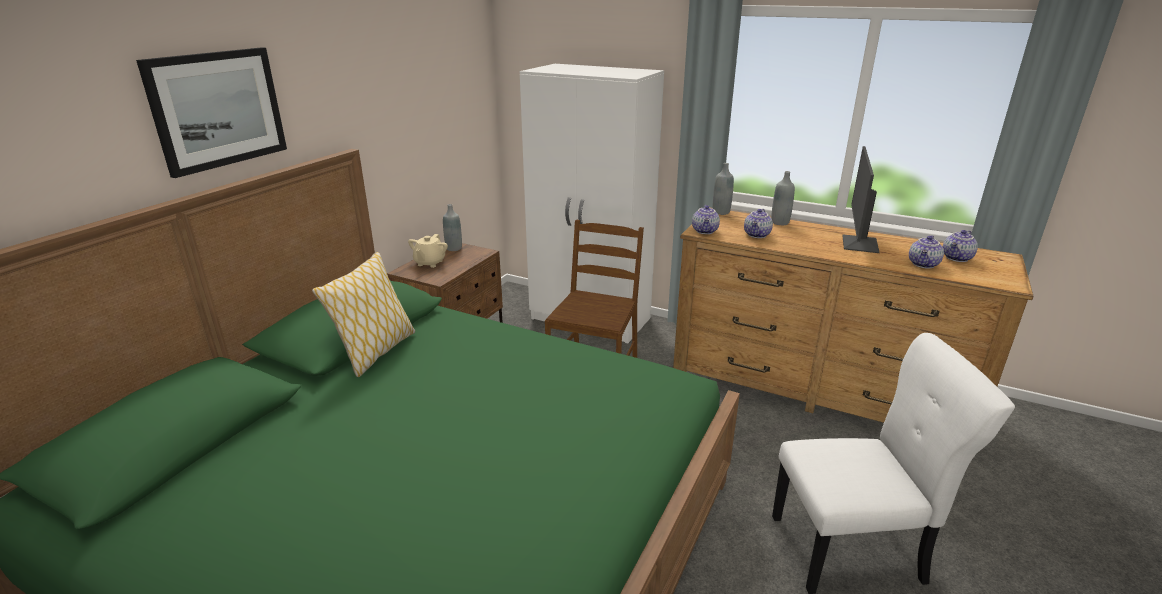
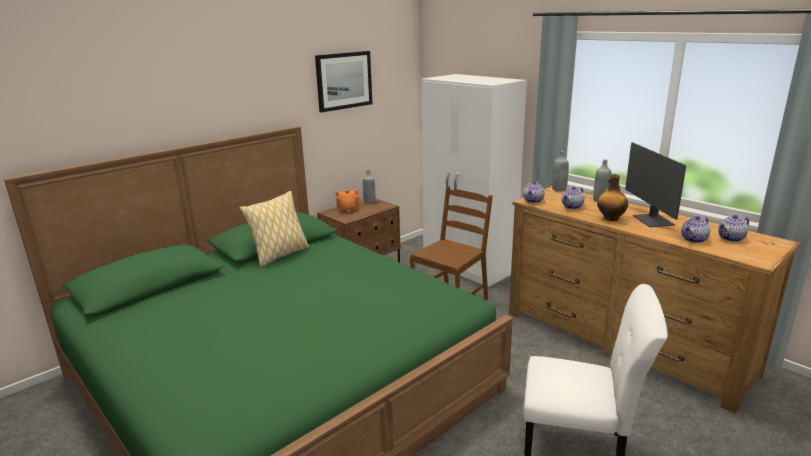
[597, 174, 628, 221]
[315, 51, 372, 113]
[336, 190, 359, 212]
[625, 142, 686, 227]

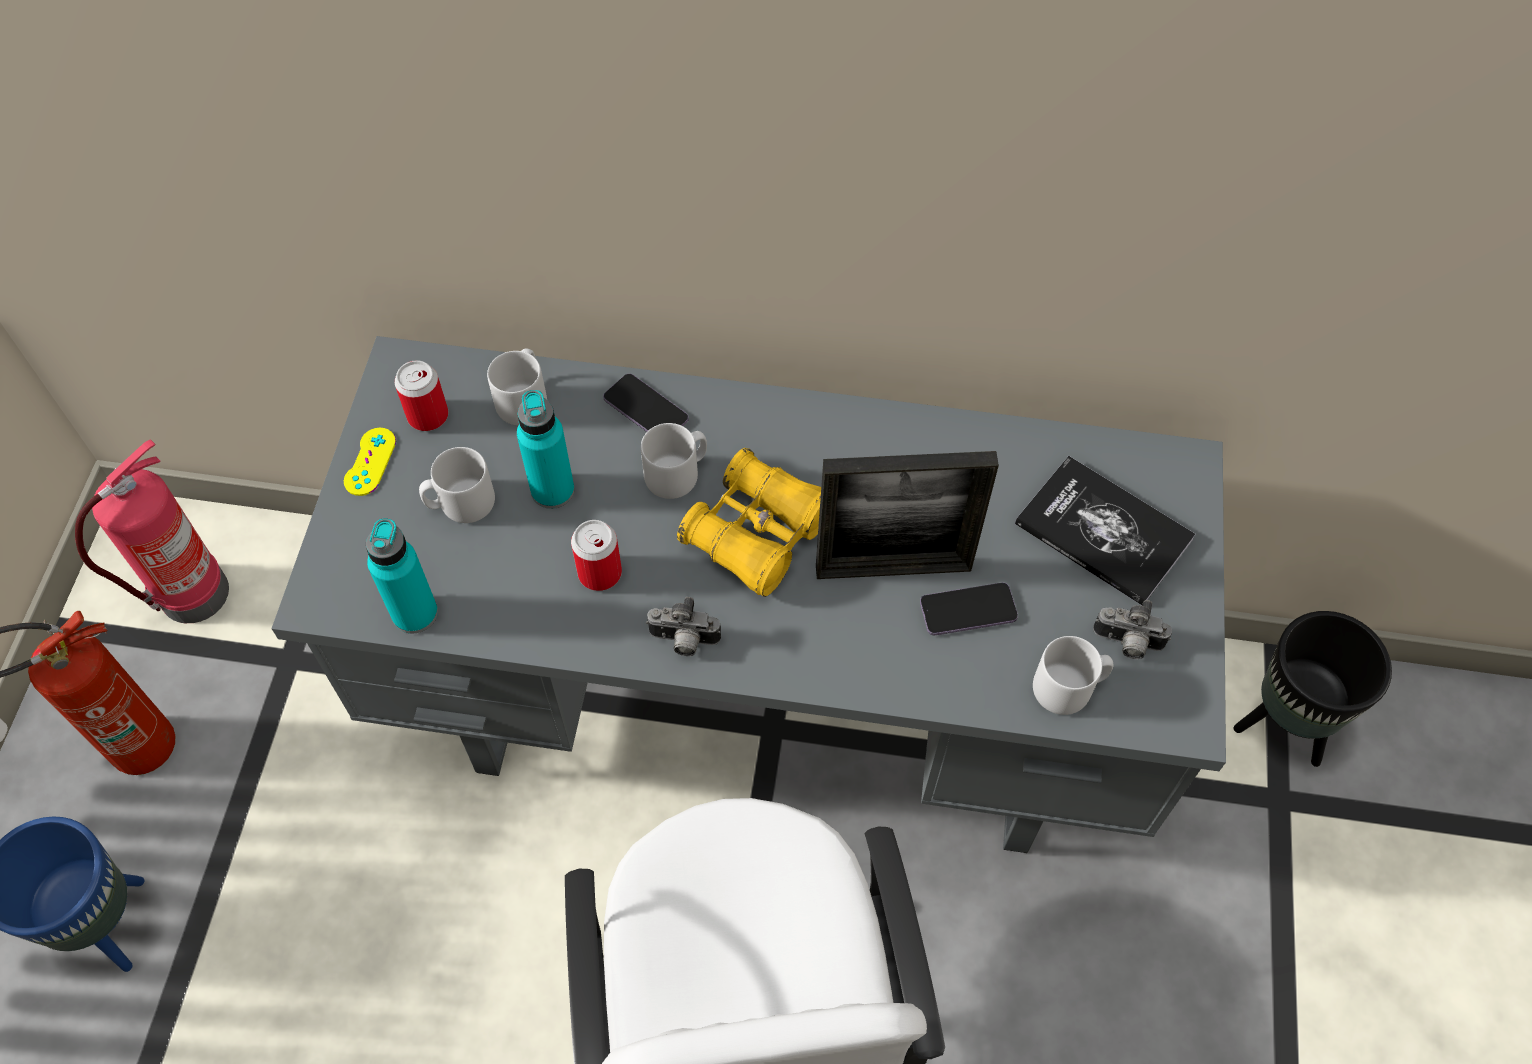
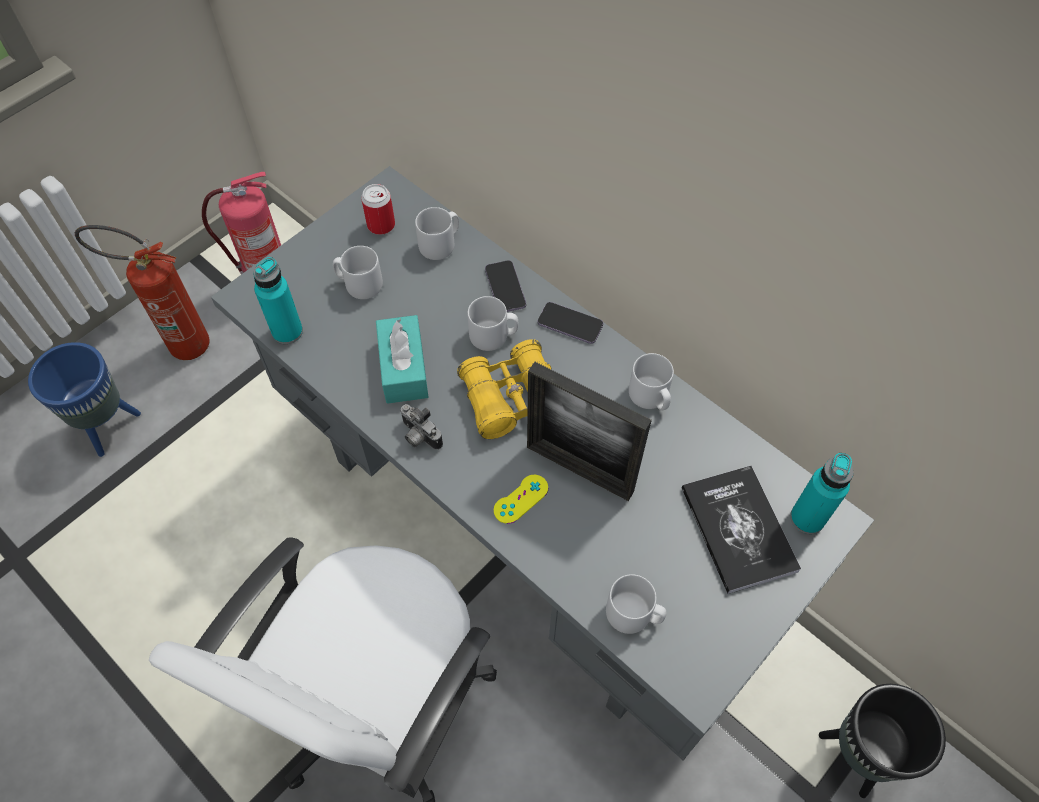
[1093, 600, 1172, 659] (first image)
[629, 353, 674, 411]
[494, 475, 549, 524]
[790, 453, 853, 534]
[538, 302, 603, 344]
[376, 315, 428, 404]

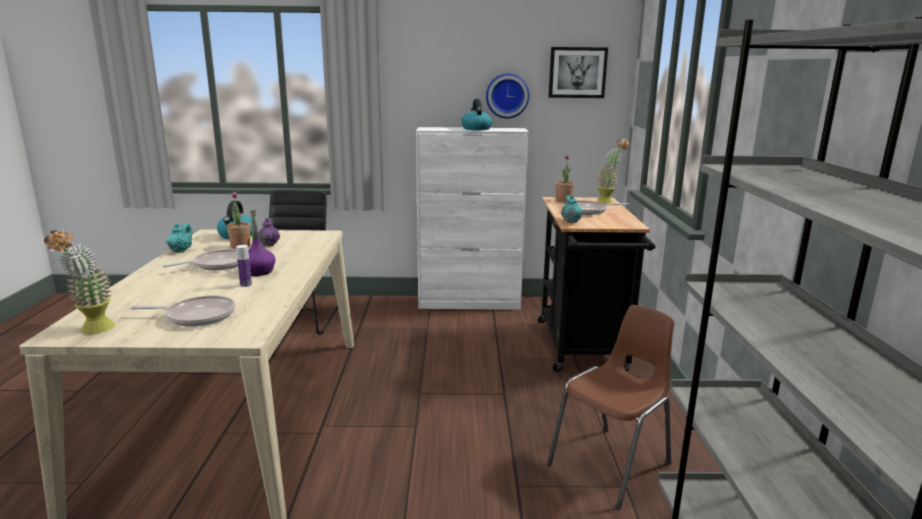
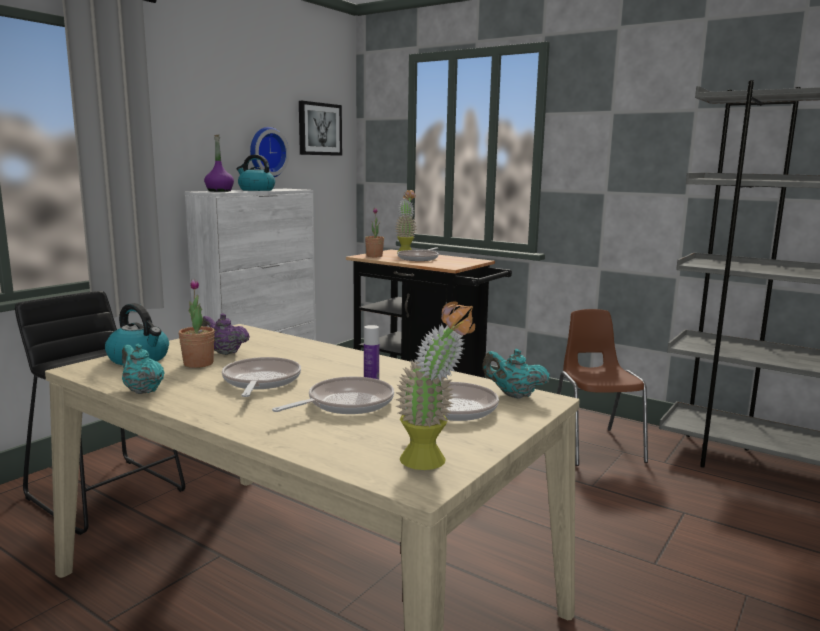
[272, 377, 394, 414]
[204, 135, 234, 192]
[482, 349, 550, 399]

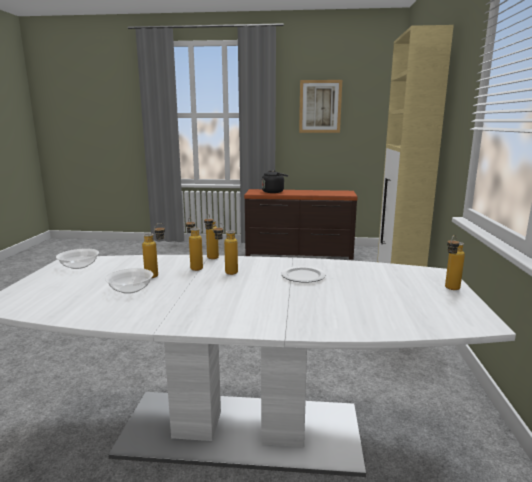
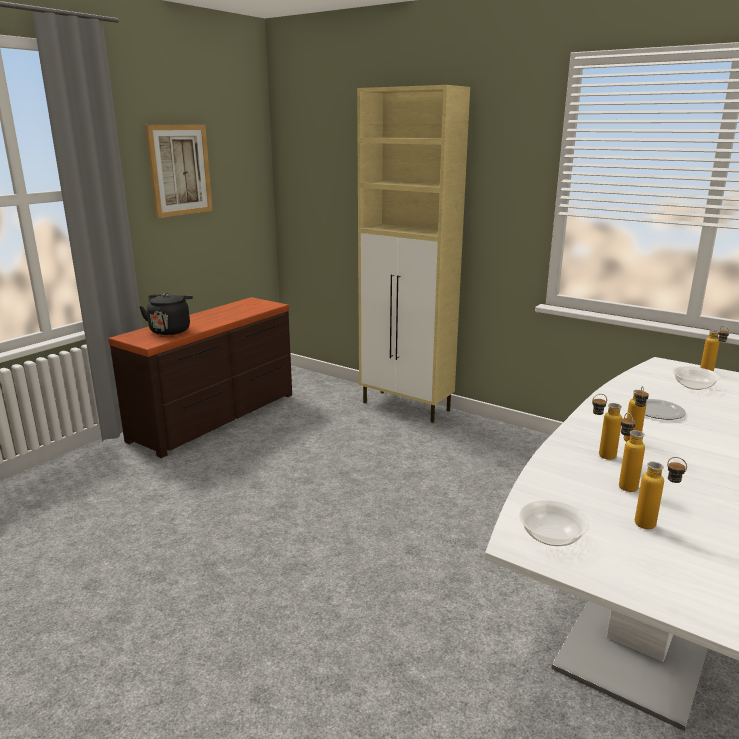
[673, 366, 720, 390]
[635, 457, 687, 529]

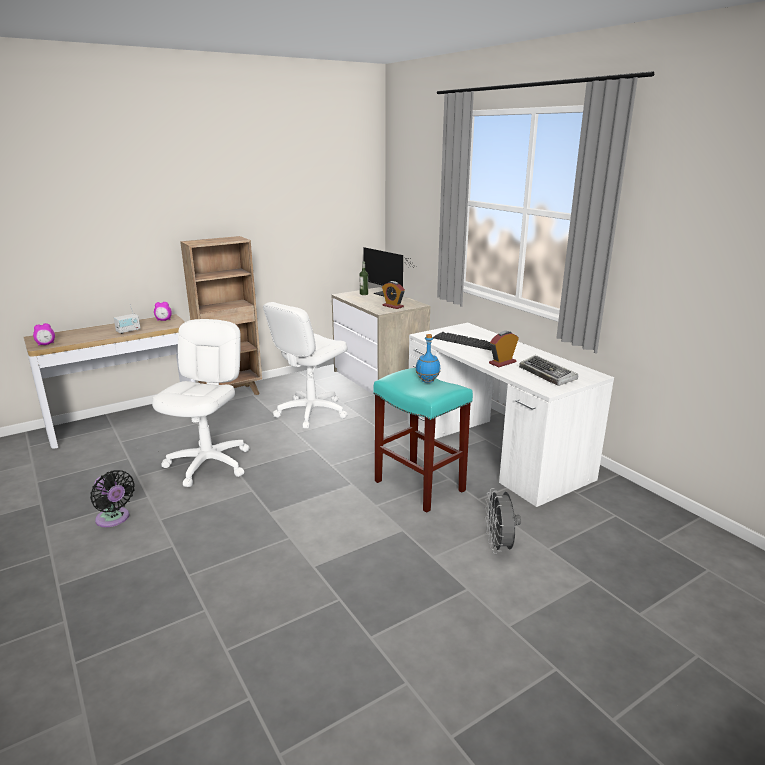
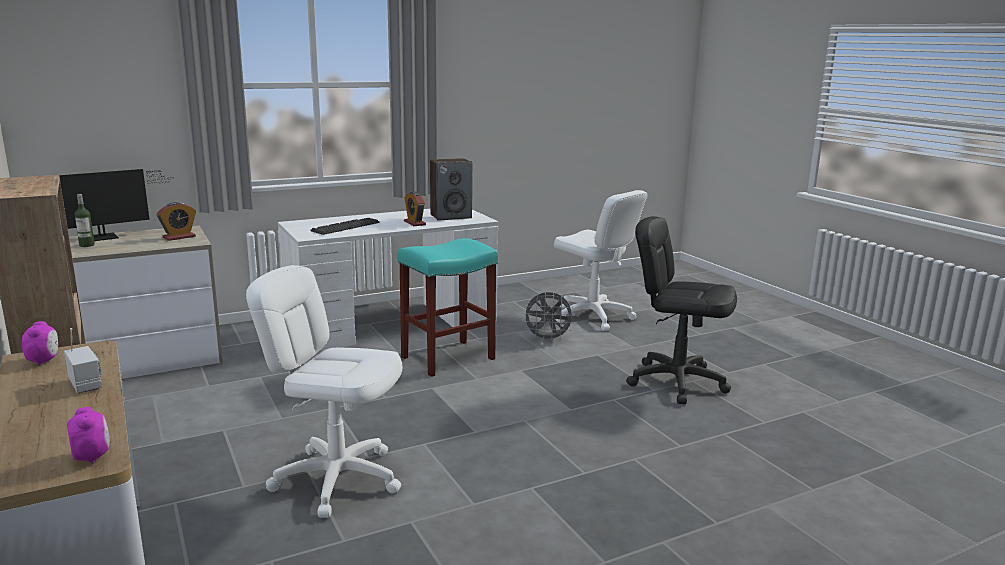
[90, 470, 135, 527] (first image)
[416, 334, 440, 383] (first image)
[626, 216, 737, 404]
[554, 190, 648, 331]
[430, 158, 472, 221]

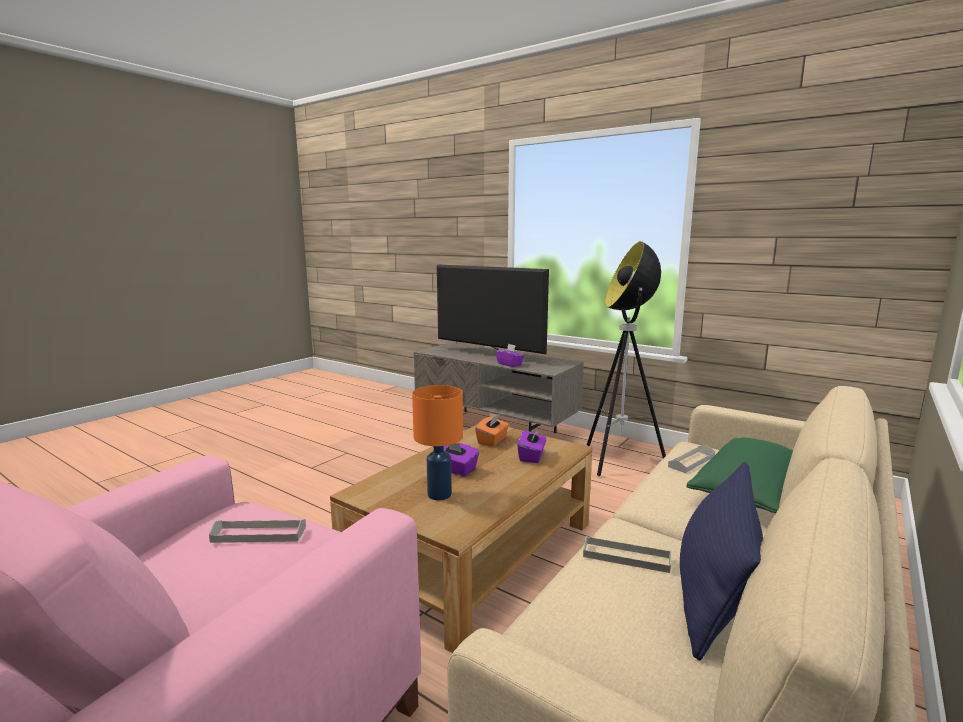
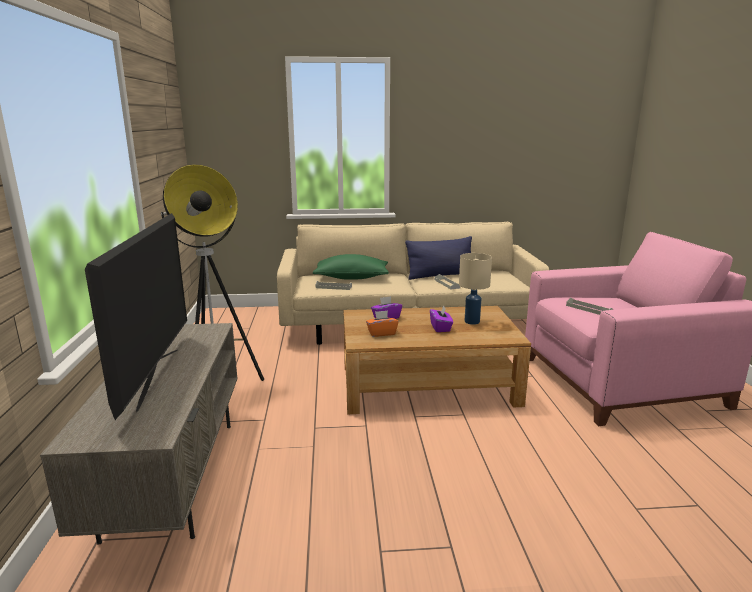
[496, 344, 524, 367] (first image)
[459, 253, 492, 325]

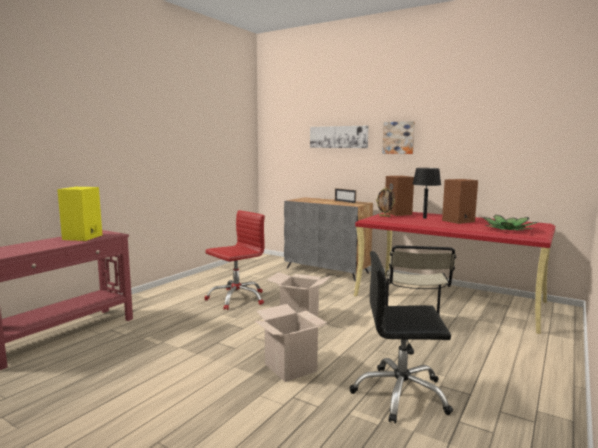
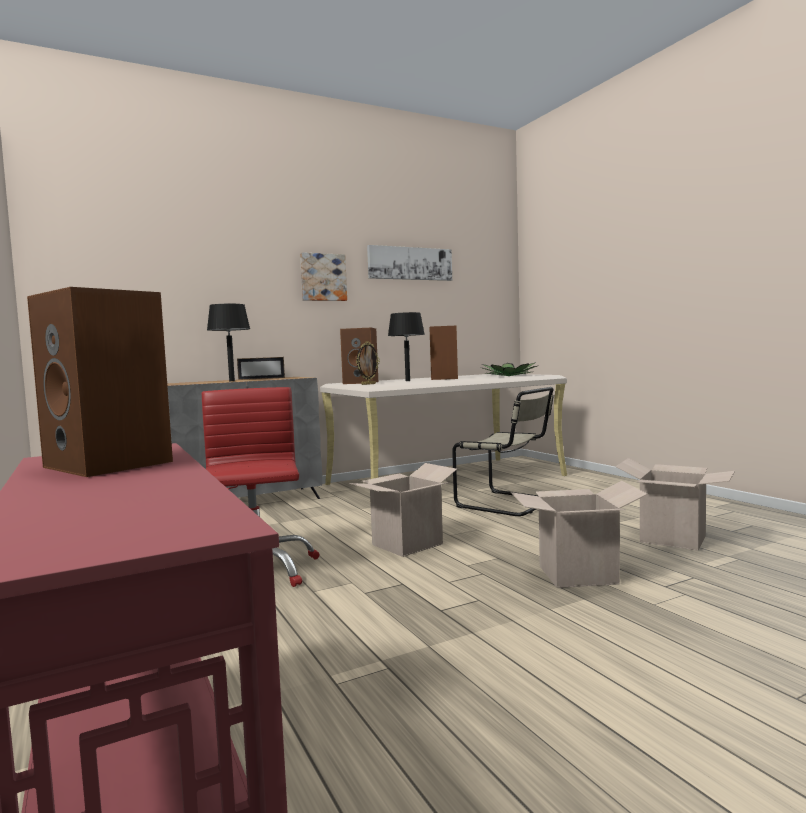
[207, 304, 250, 381]
[367, 245, 452, 281]
[615, 458, 735, 551]
[27, 287, 173, 477]
[320, 374, 567, 485]

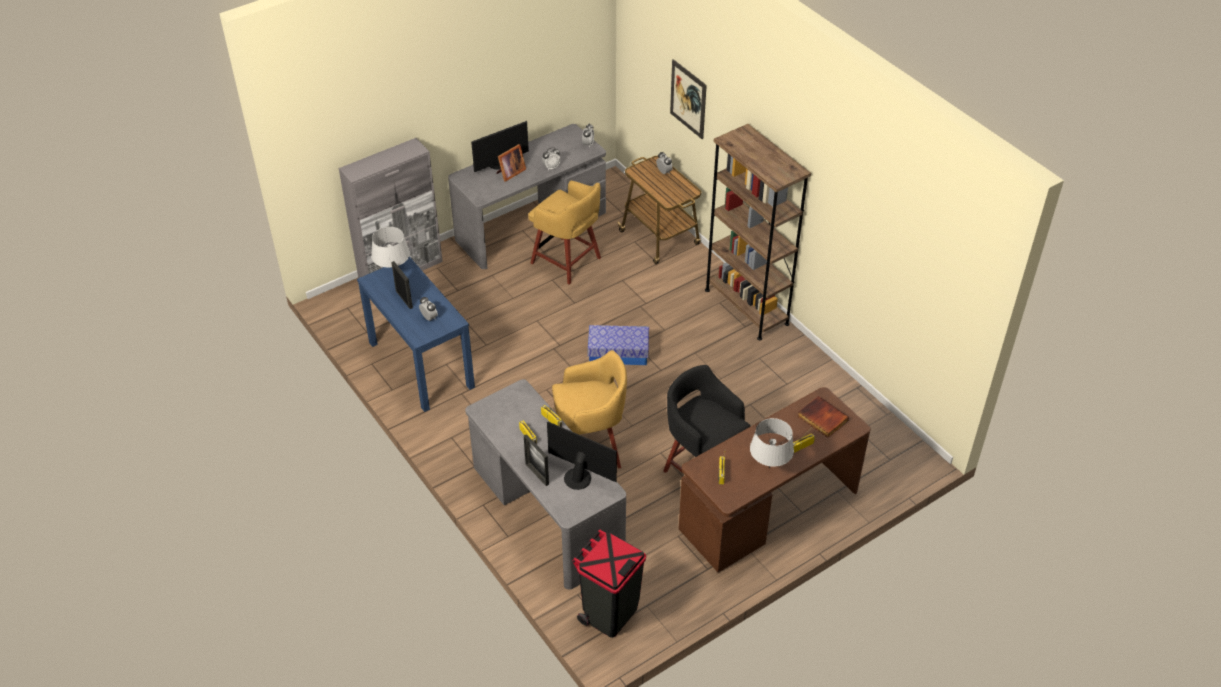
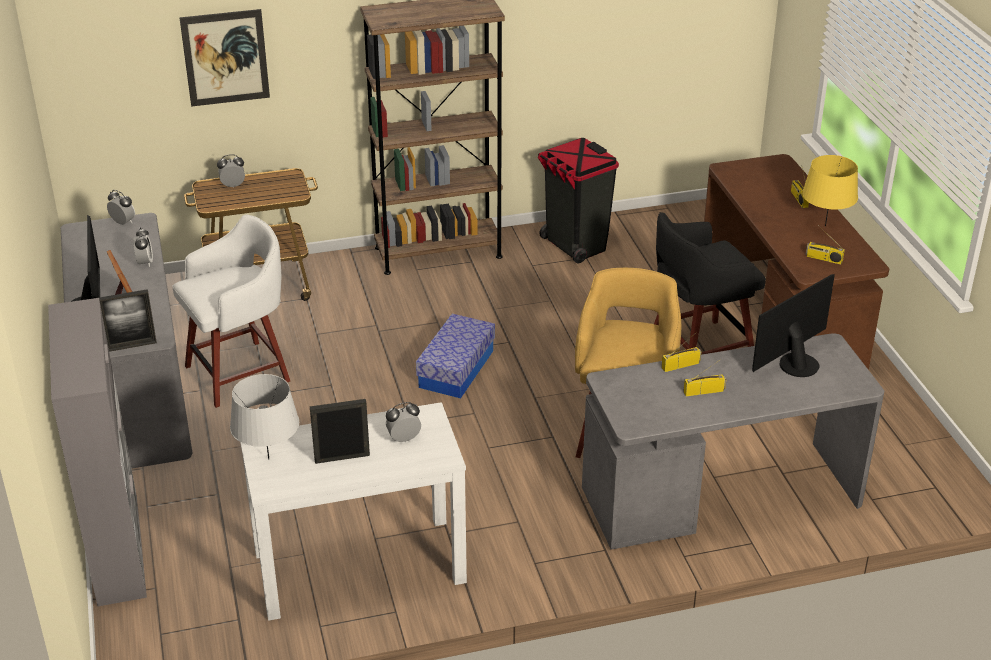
[798, 396, 849, 438] (first image)
[99, 289, 157, 352]
[538, 138, 619, 264]
[240, 402, 467, 621]
[172, 215, 290, 408]
[802, 155, 858, 227]

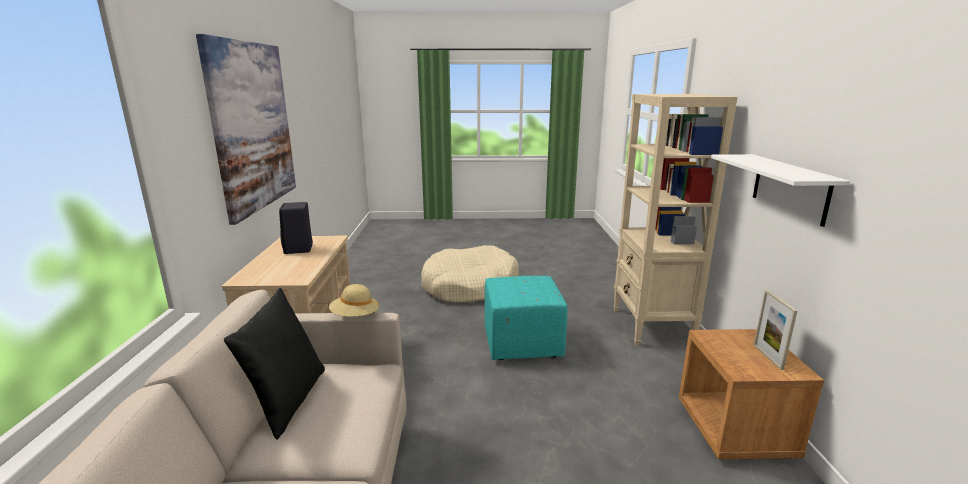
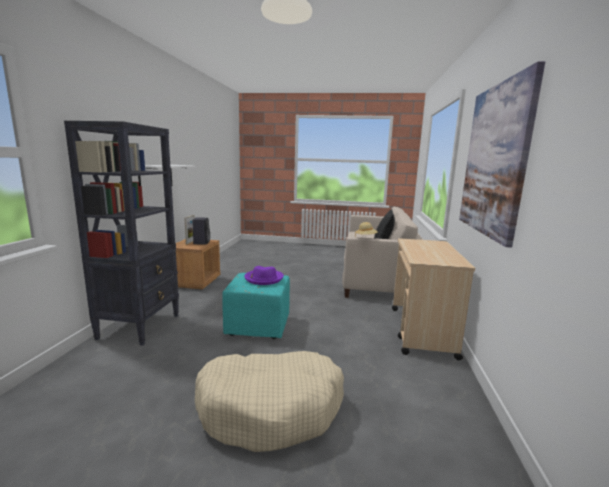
[244, 266, 284, 285]
[192, 217, 210, 245]
[64, 121, 179, 346]

